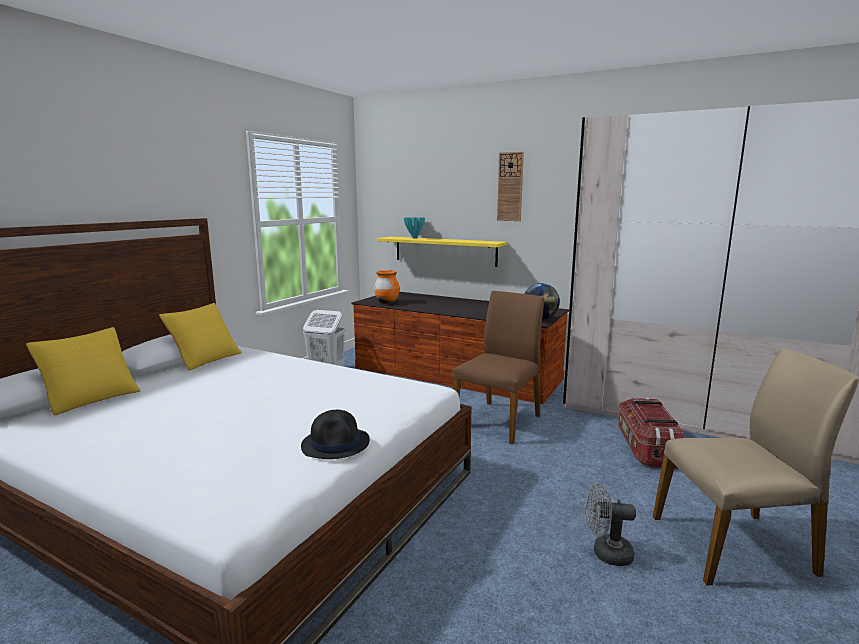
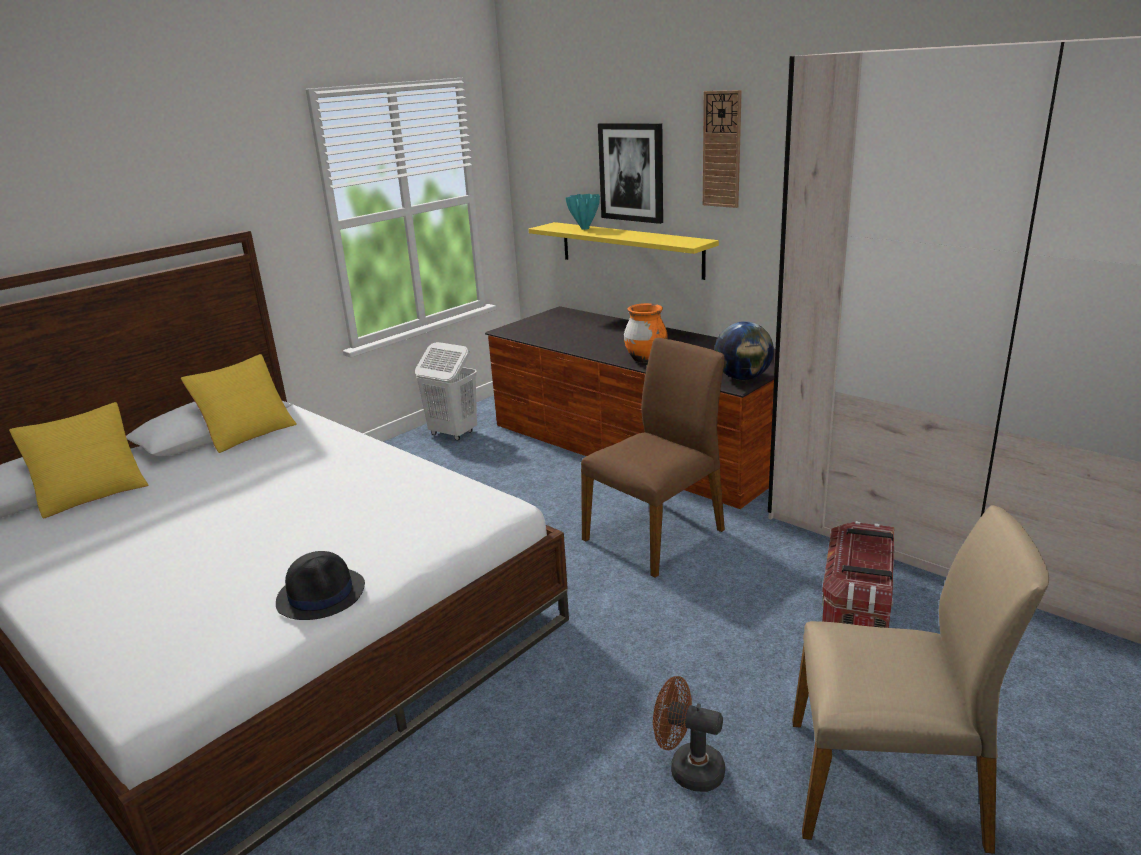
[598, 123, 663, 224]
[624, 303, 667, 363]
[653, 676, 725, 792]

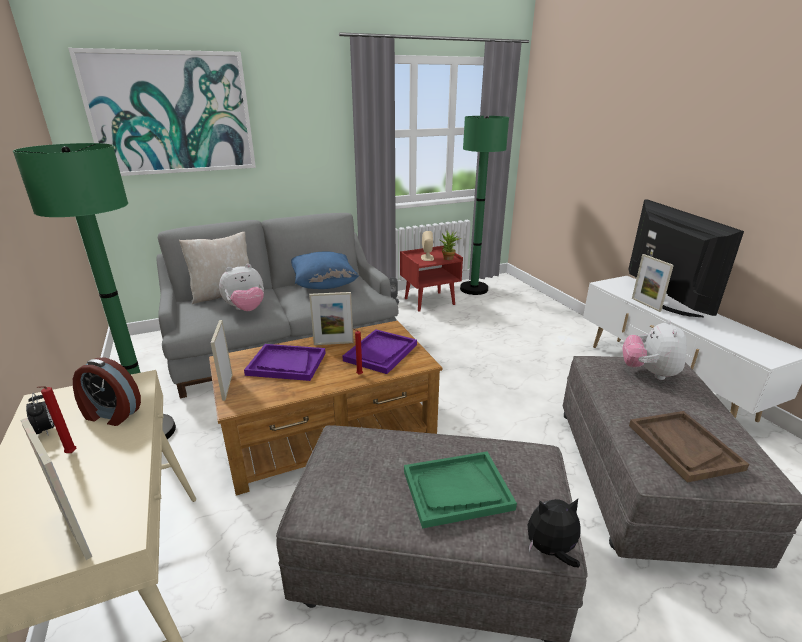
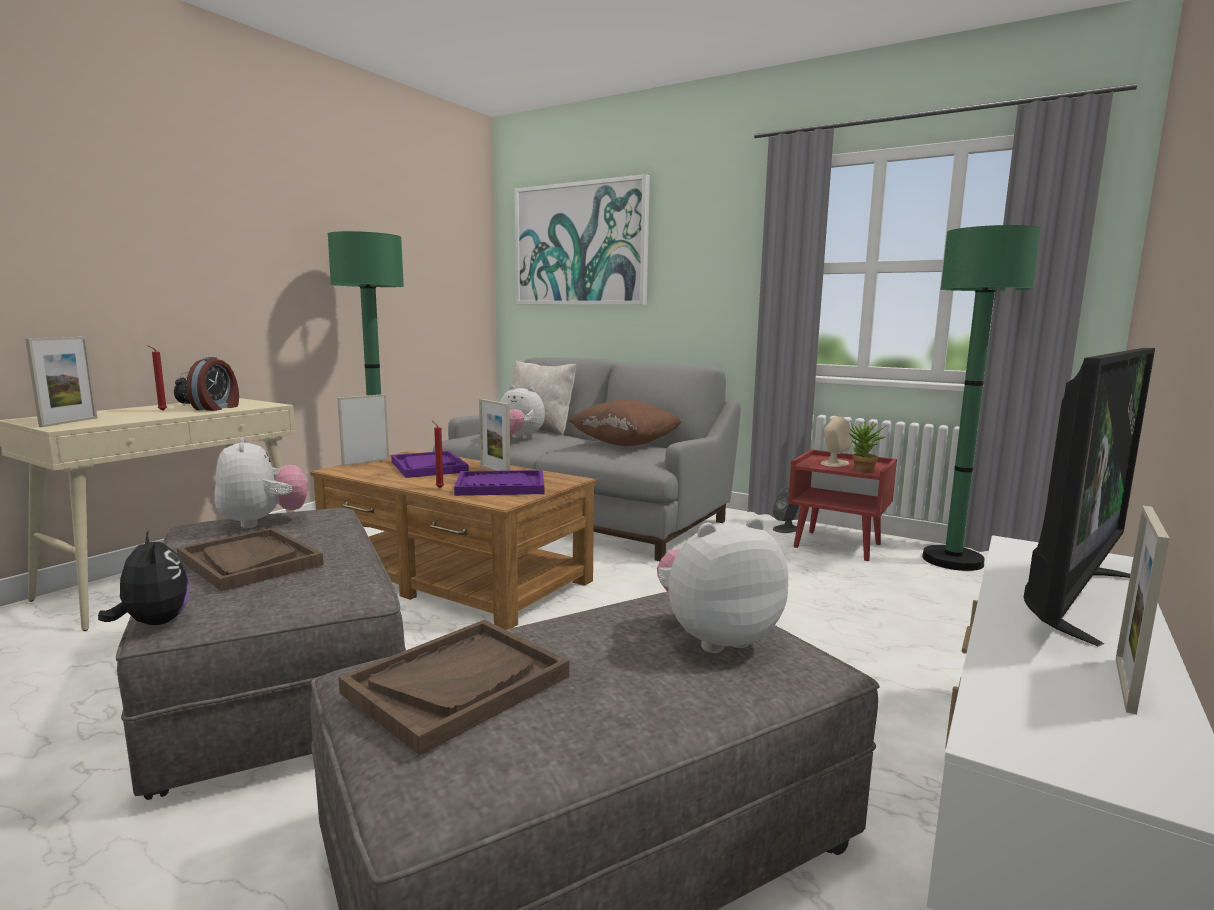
[214, 437, 307, 528]
[1116, 505, 1170, 715]
[569, 400, 681, 446]
[177, 528, 323, 592]
[186, 357, 239, 411]

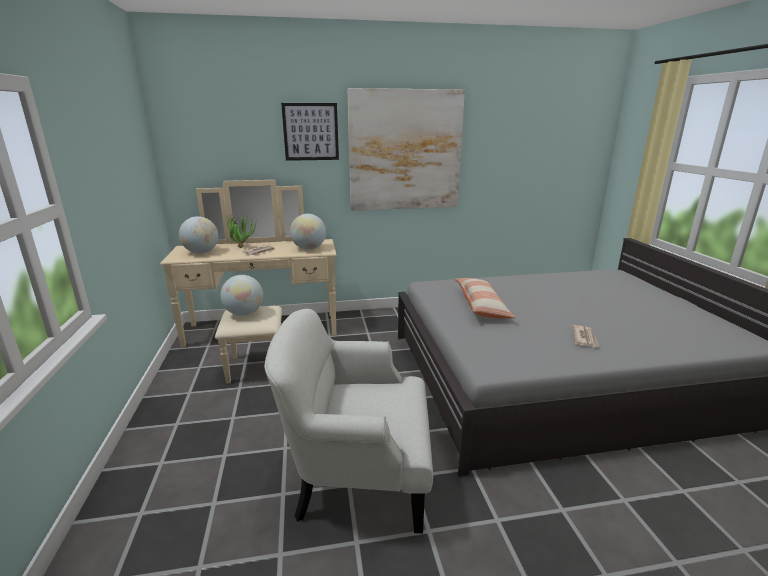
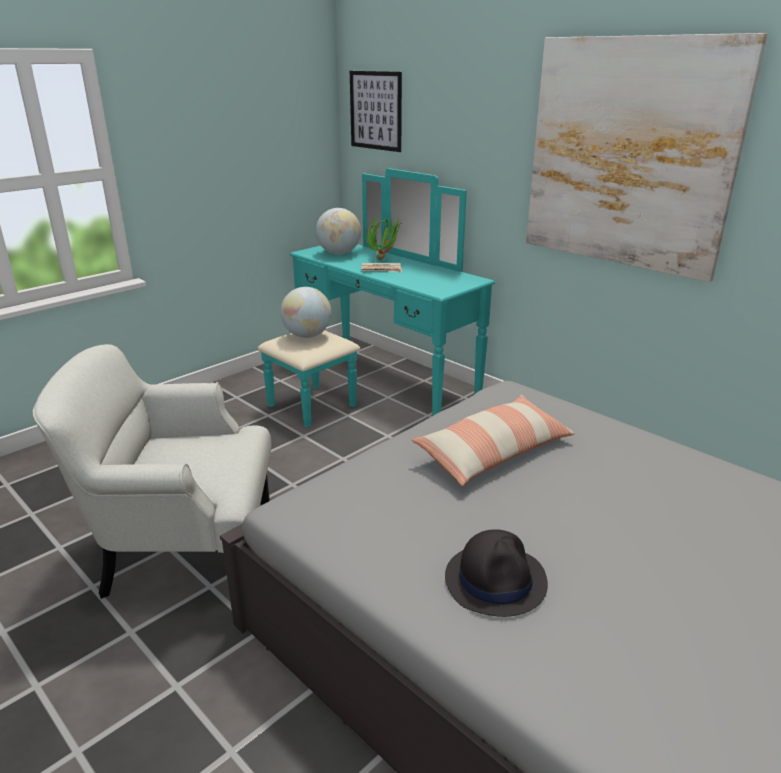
[290, 214, 326, 250] (first image)
[350, 71, 402, 152]
[445, 529, 548, 617]
[258, 168, 495, 428]
[33, 344, 271, 599]

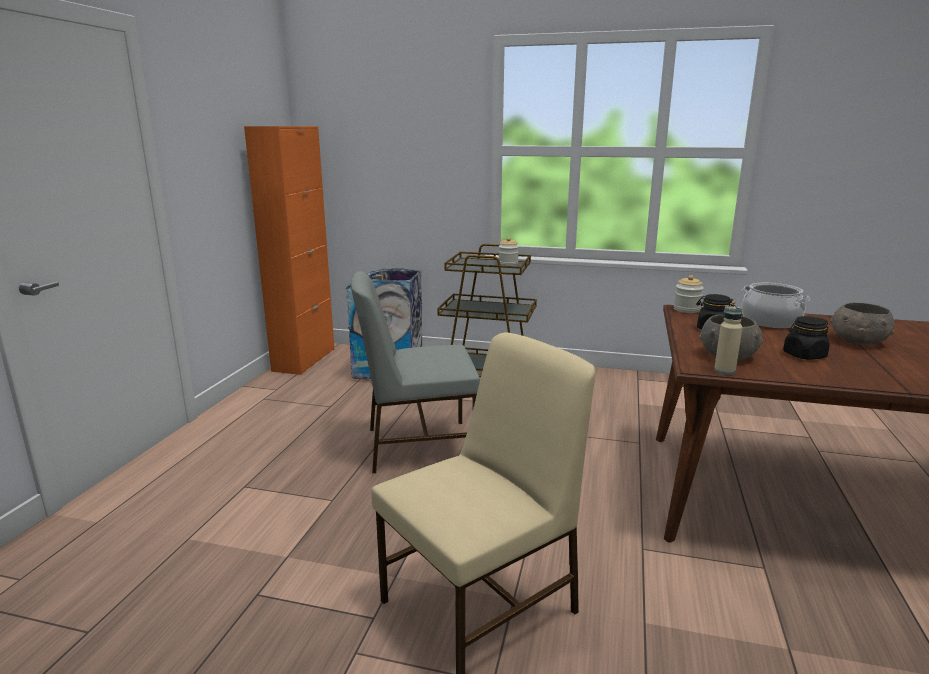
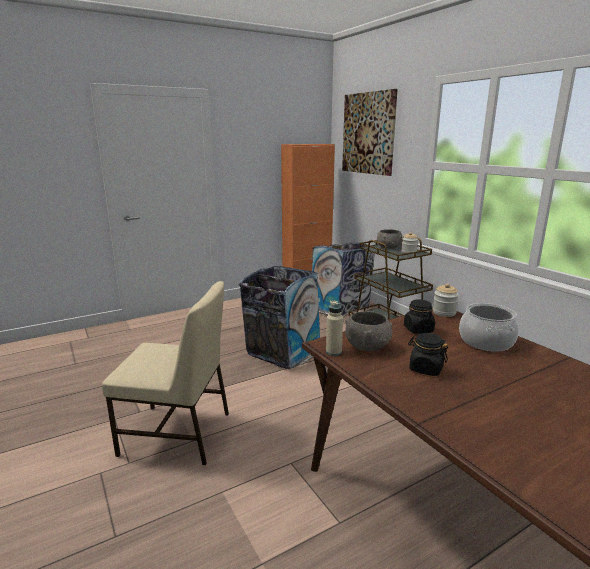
[342, 89, 398, 176]
[377, 229, 402, 249]
[238, 266, 320, 369]

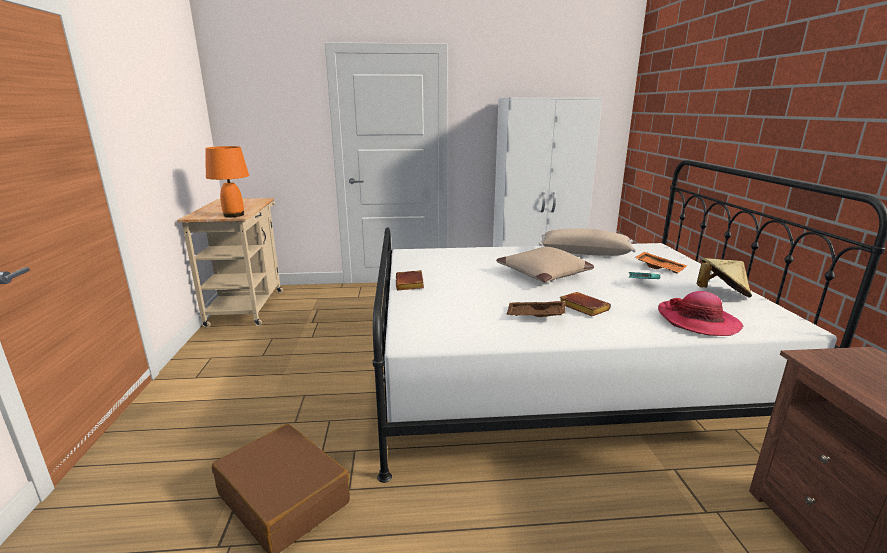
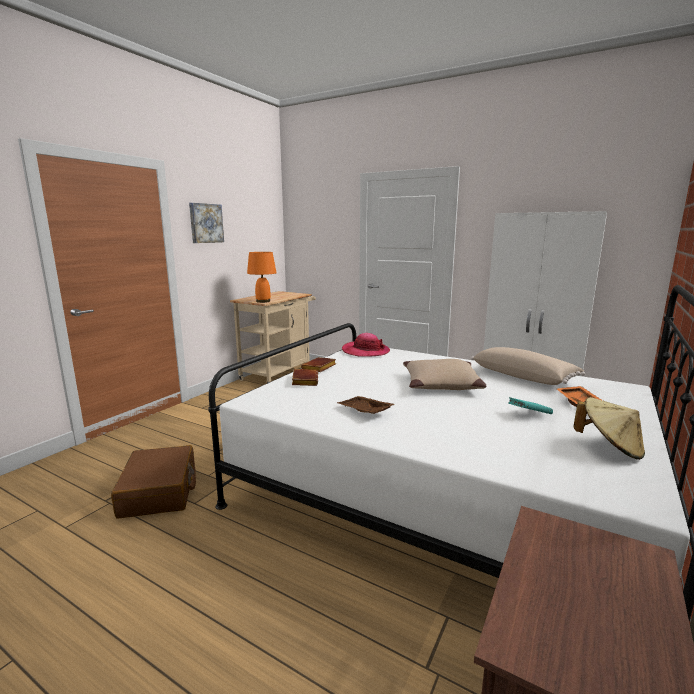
[189, 203, 224, 243]
[292, 369, 318, 386]
[342, 333, 390, 357]

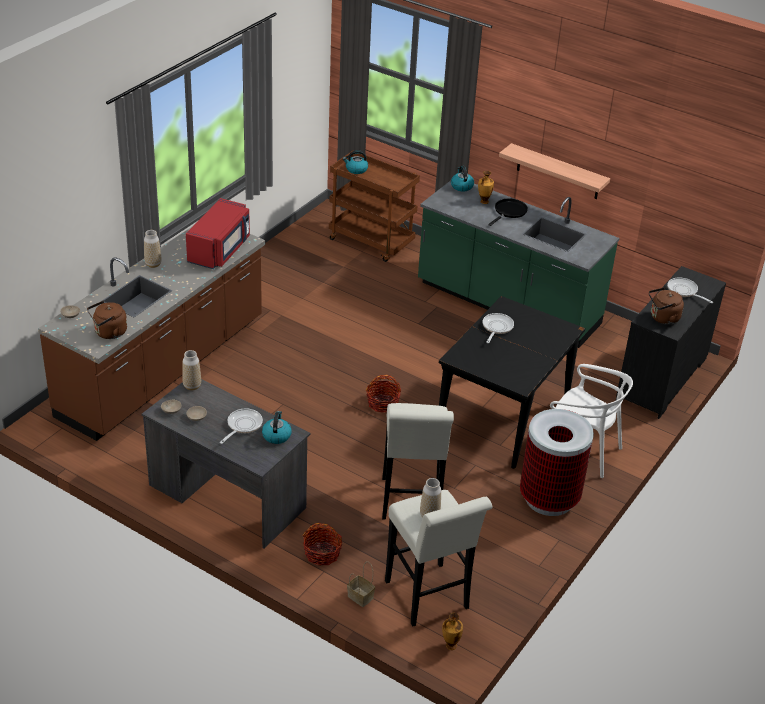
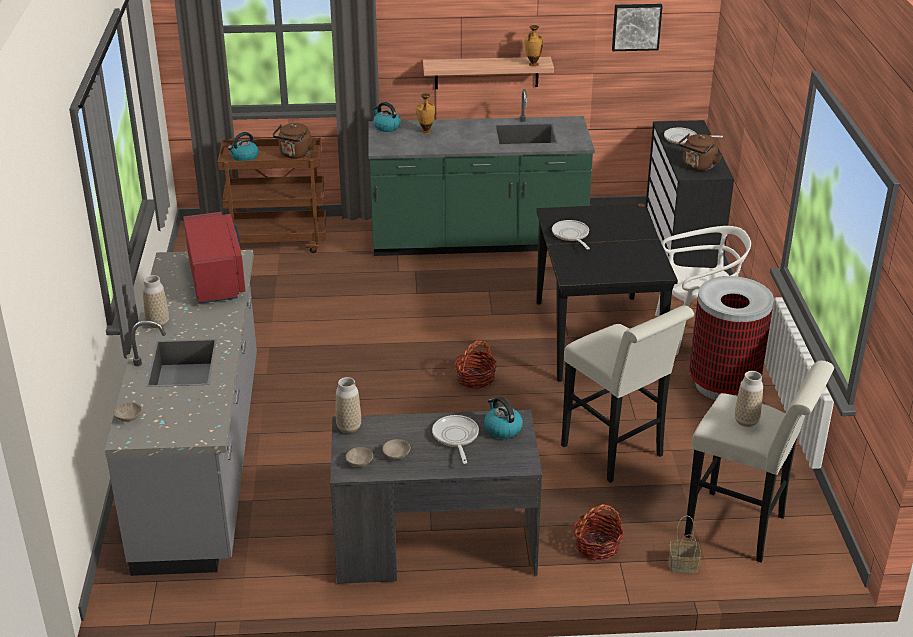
[488, 199, 528, 226] (first image)
[612, 4, 663, 51]
[273, 123, 316, 159]
[525, 25, 543, 67]
[105, 250, 257, 576]

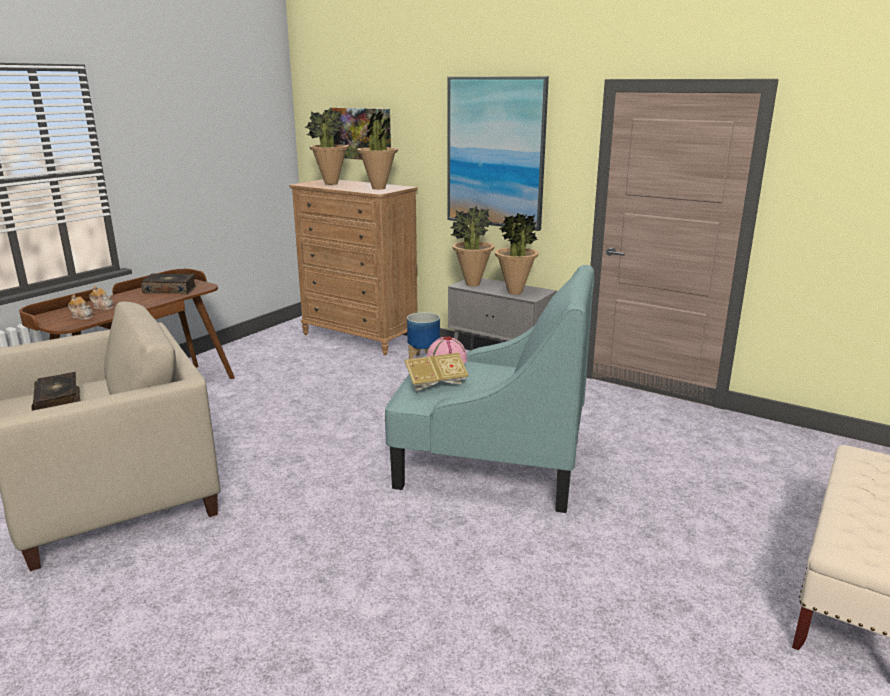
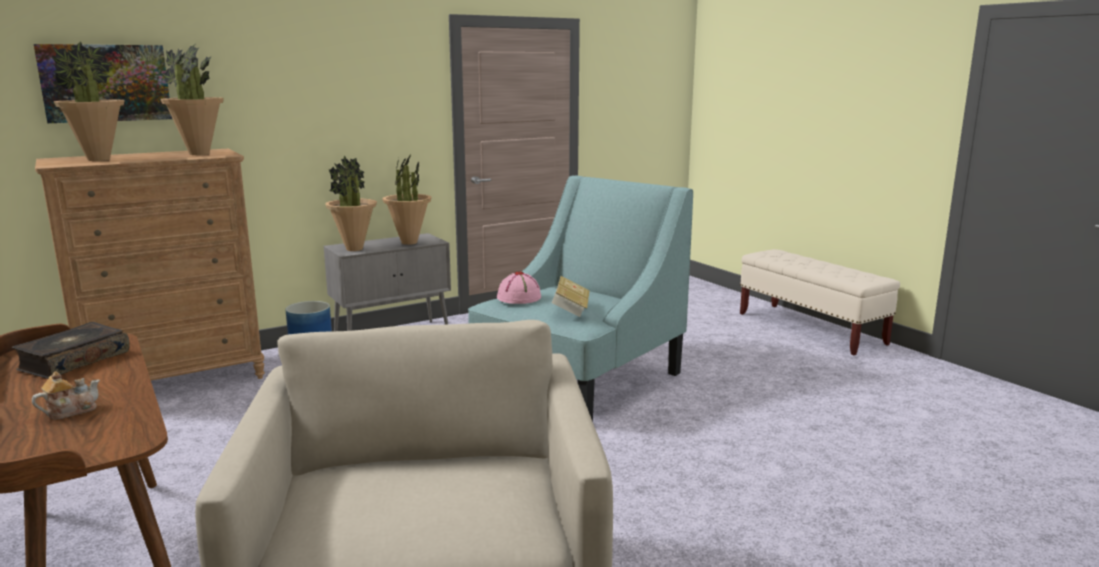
[31, 372, 80, 411] (first image)
[68, 294, 93, 320] (first image)
[447, 76, 549, 231] (first image)

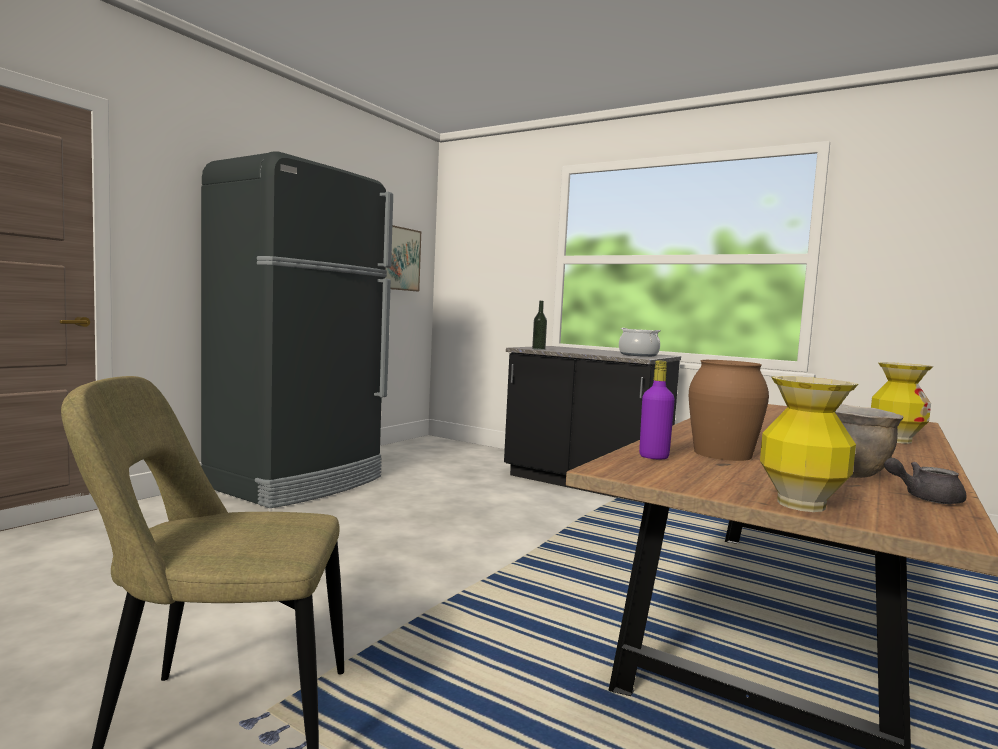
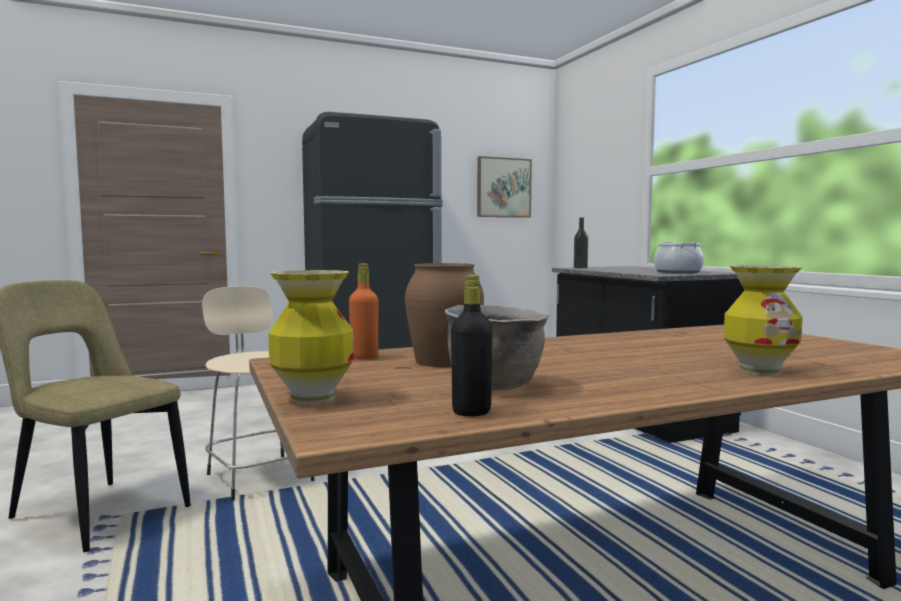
[202, 286, 315, 501]
[451, 275, 493, 417]
[349, 263, 378, 359]

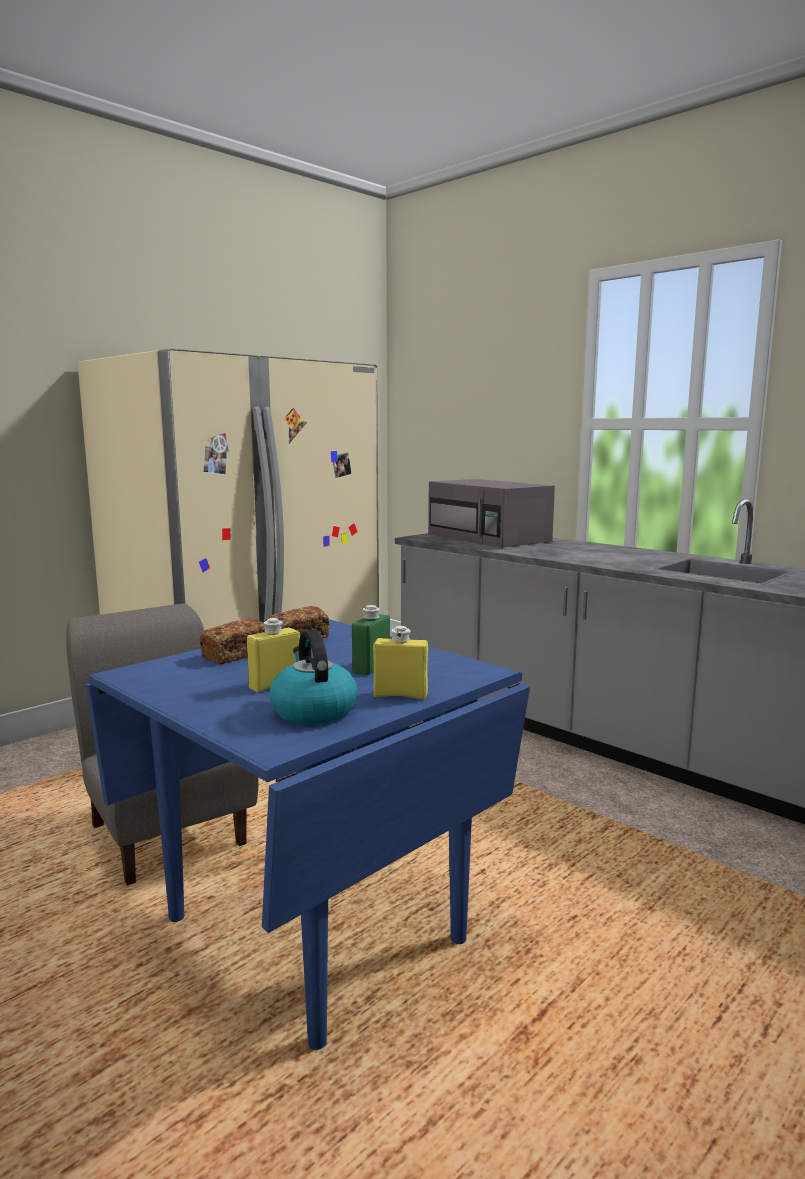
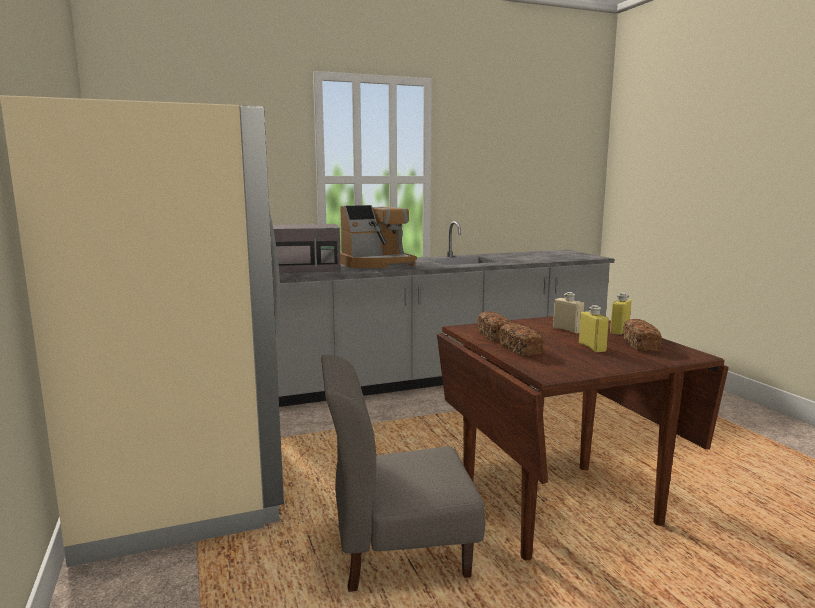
[340, 205, 417, 268]
[623, 319, 662, 351]
[437, 316, 729, 560]
[553, 292, 584, 334]

